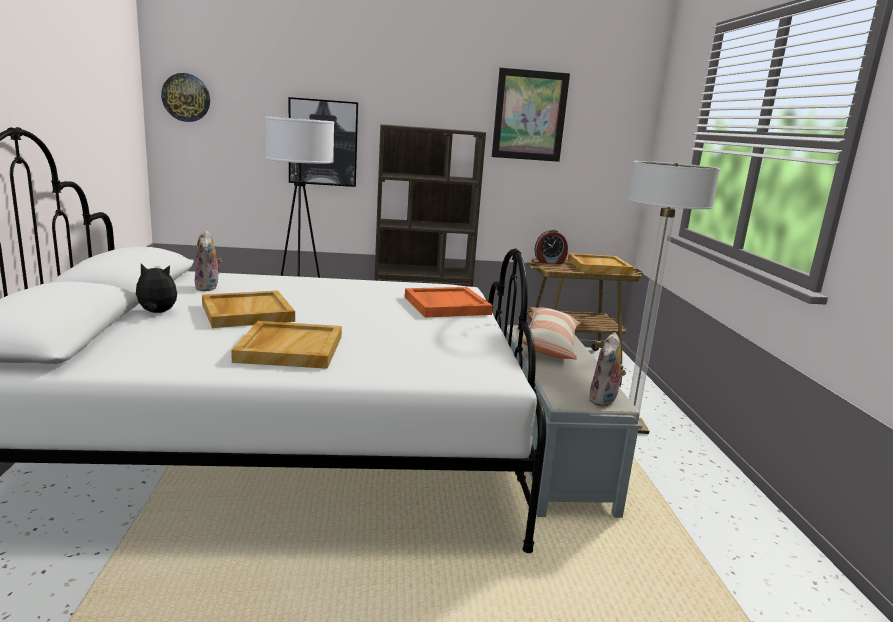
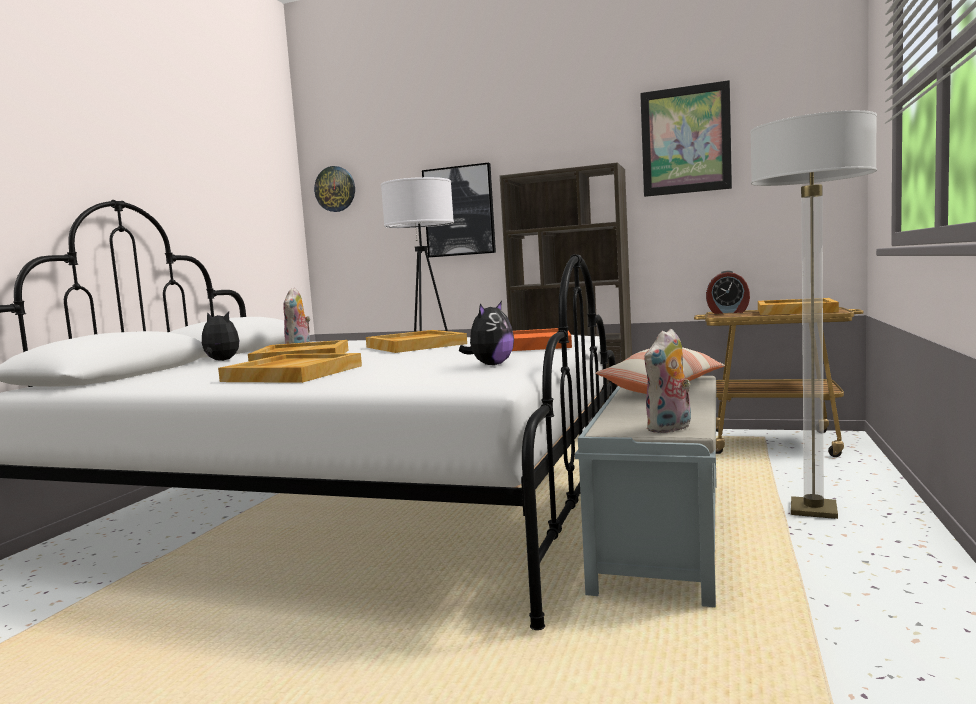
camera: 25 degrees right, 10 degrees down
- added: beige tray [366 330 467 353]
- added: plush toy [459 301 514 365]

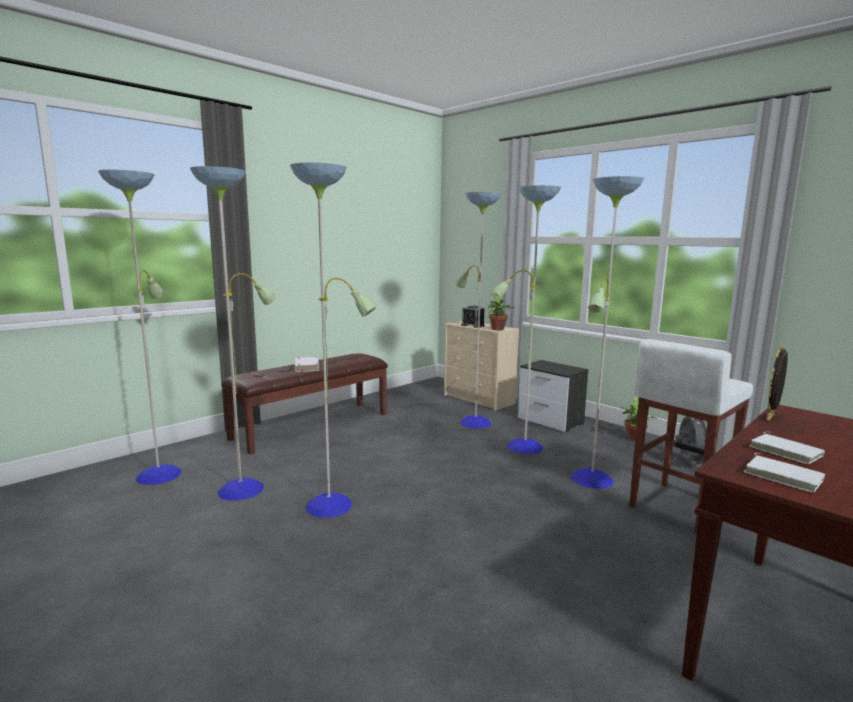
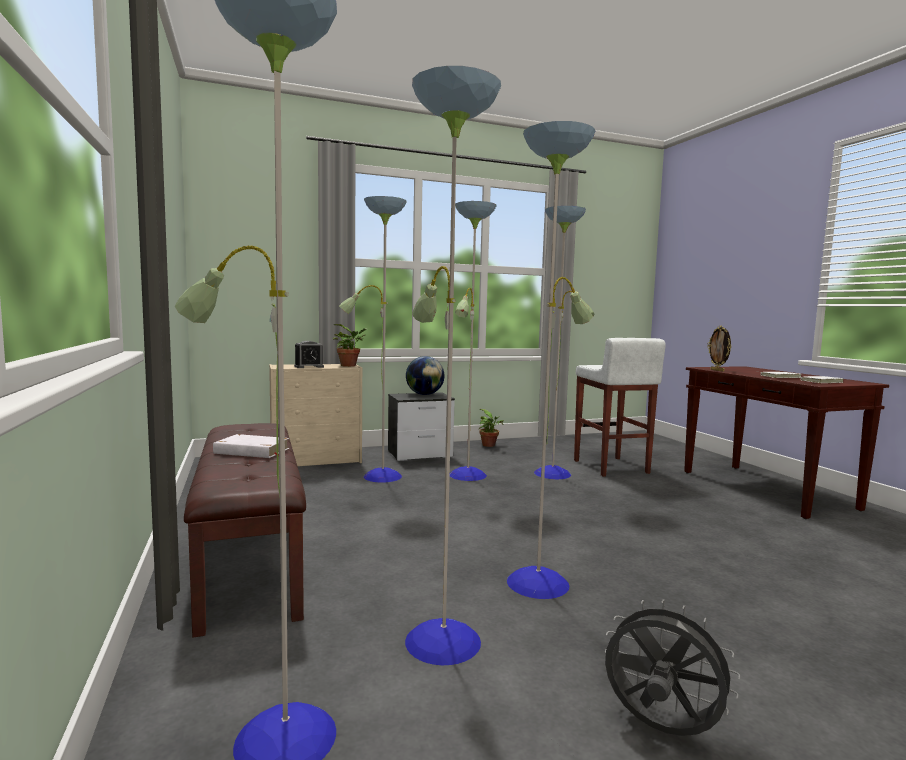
camera: 65 degrees left, 5 degrees down
- added: globe [406 356 445 395]
- moved: grey fan [675 416 707 466] to [605 599 740 736]

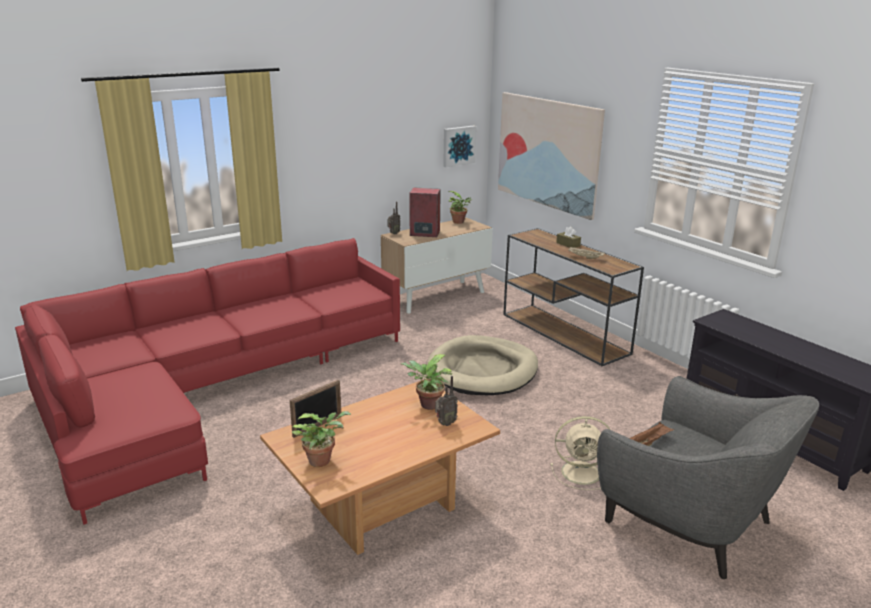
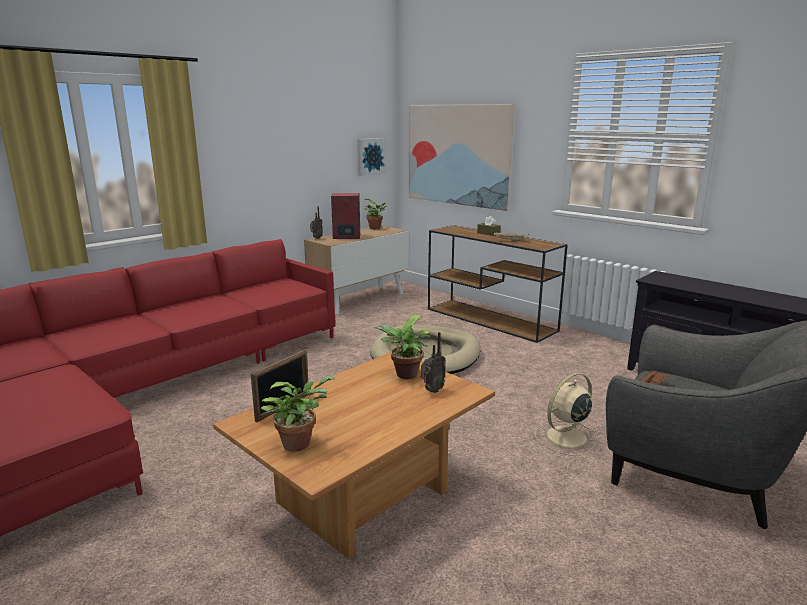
camera: 10 degrees left, 5 degrees down
- turned: beige fan [550 416 611 490] = [535 373 596 456] 150 degrees clockwise

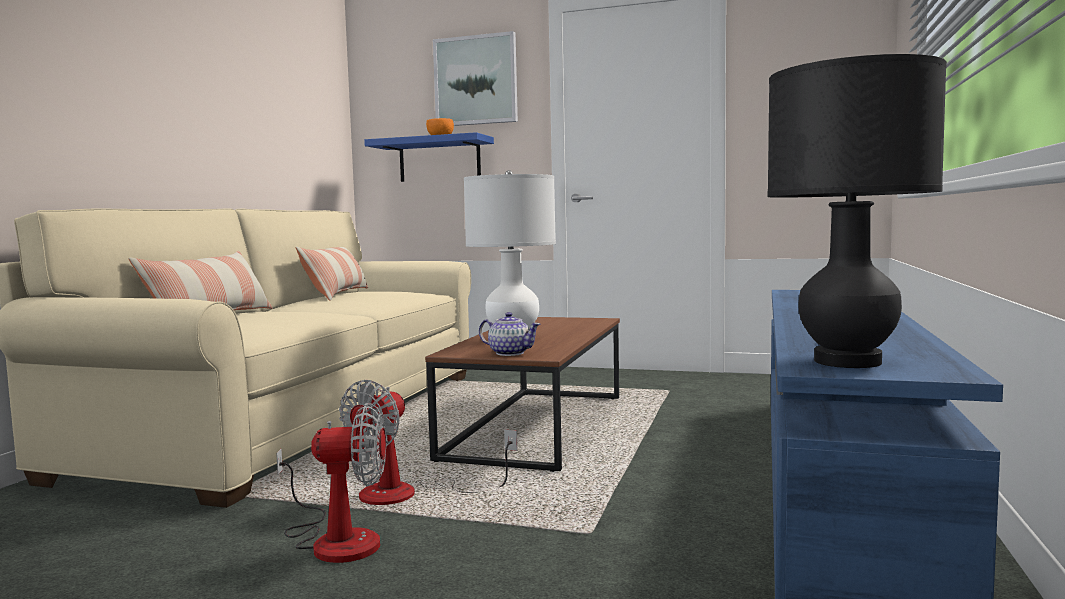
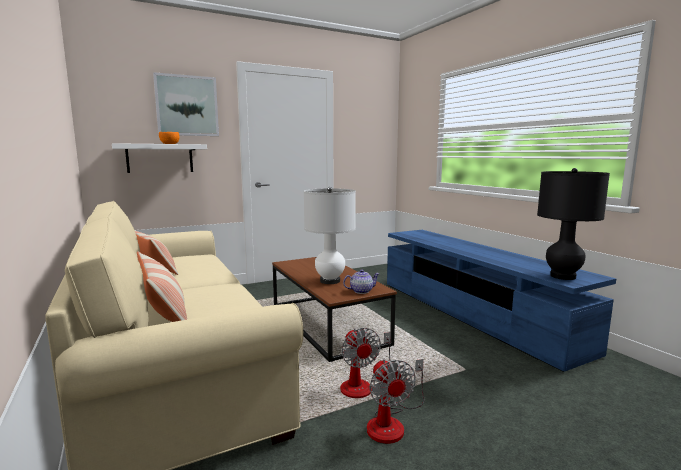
camera: 45 degrees left, 5 degrees up
- recoloured: blue shelf [364 132 494 182] to white shelf [112 143 207 173]
- turned: fan [276 403 386 563] = [367 359 424 444] 120 degrees clockwise

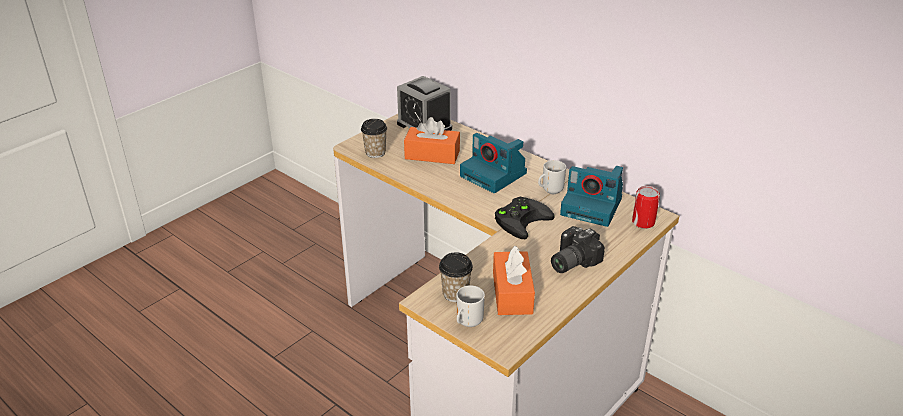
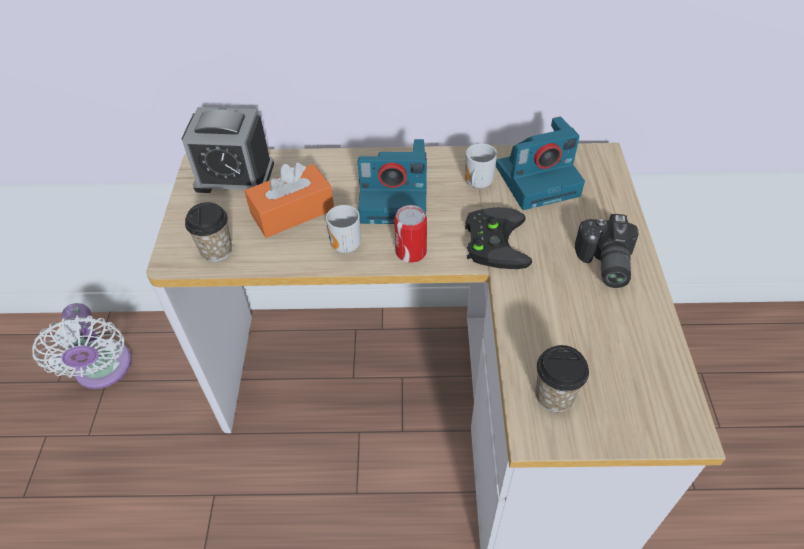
camera: 40 degrees left, 15 degrees up
- removed: orange tissue box [493 246 535 315]
- added: white fan [32 303 132 389]
- moved: mug [456 285 485 327] to [326 205 361 253]
- moved: can [632 186 660 229] to [394 205 427 263]

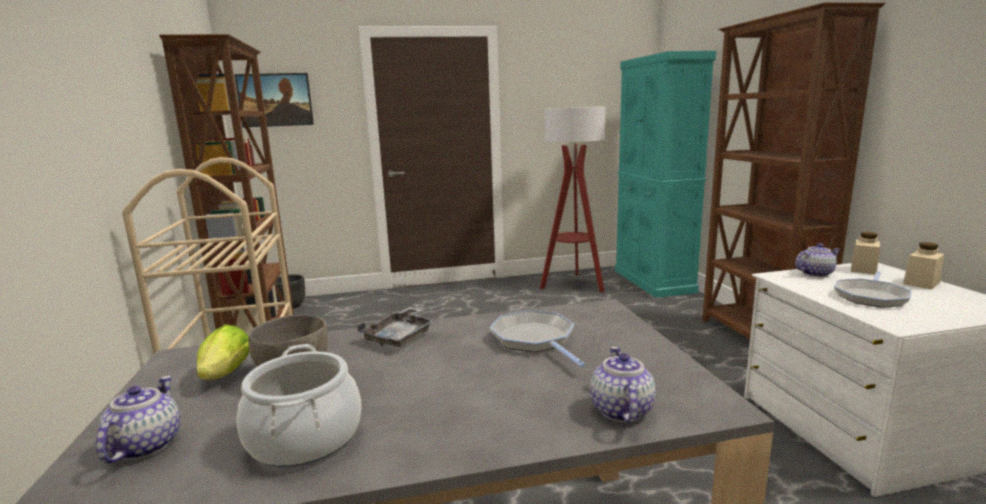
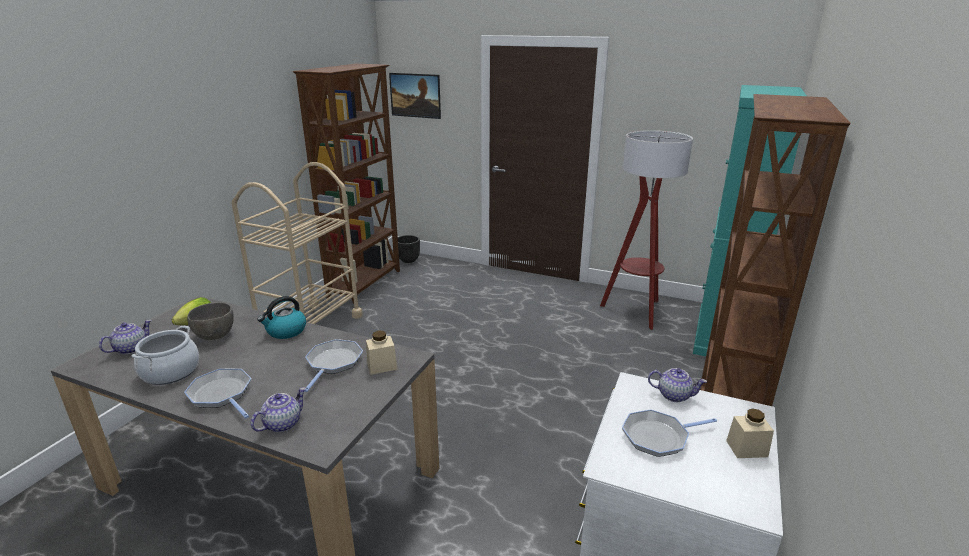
camera: 35 degrees right, 10 degrees up
- added: frying pan [184 369 251 418]
- moved: beige jar [851 232 880 275] to [366 331 398 375]
- replaced: grey tray [357 307 437 347] to kettle [258 296 306 339]

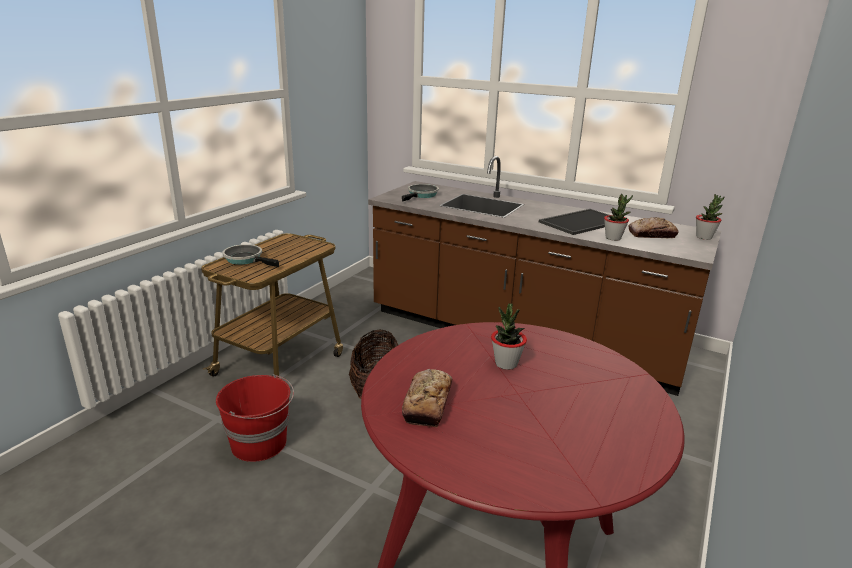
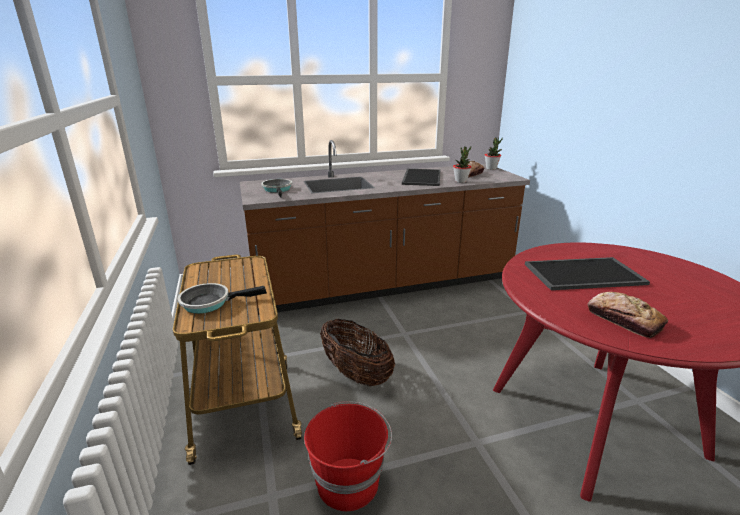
camera: 45 degrees left, 0 degrees up
- replaced: potted plant [491 303 527 370] to tray [525 257 650 290]

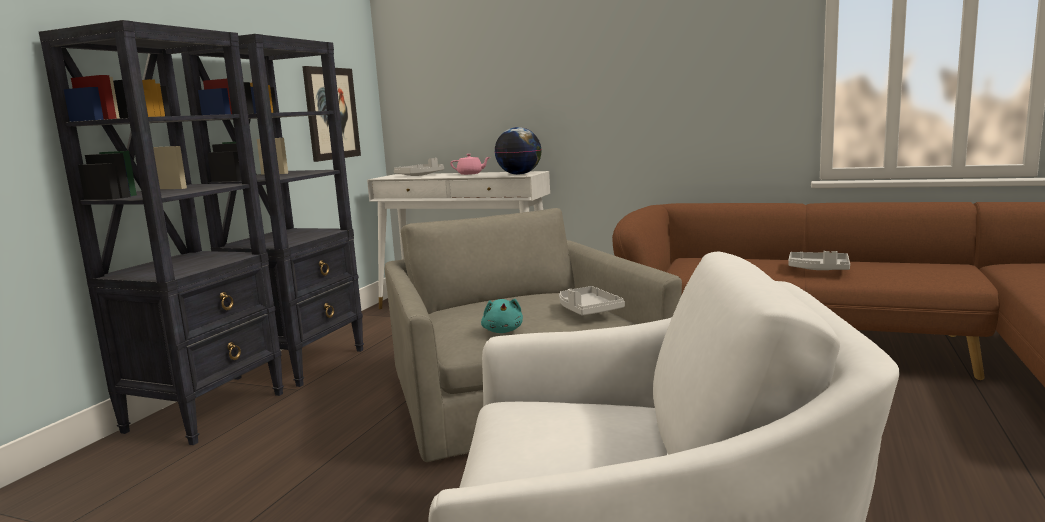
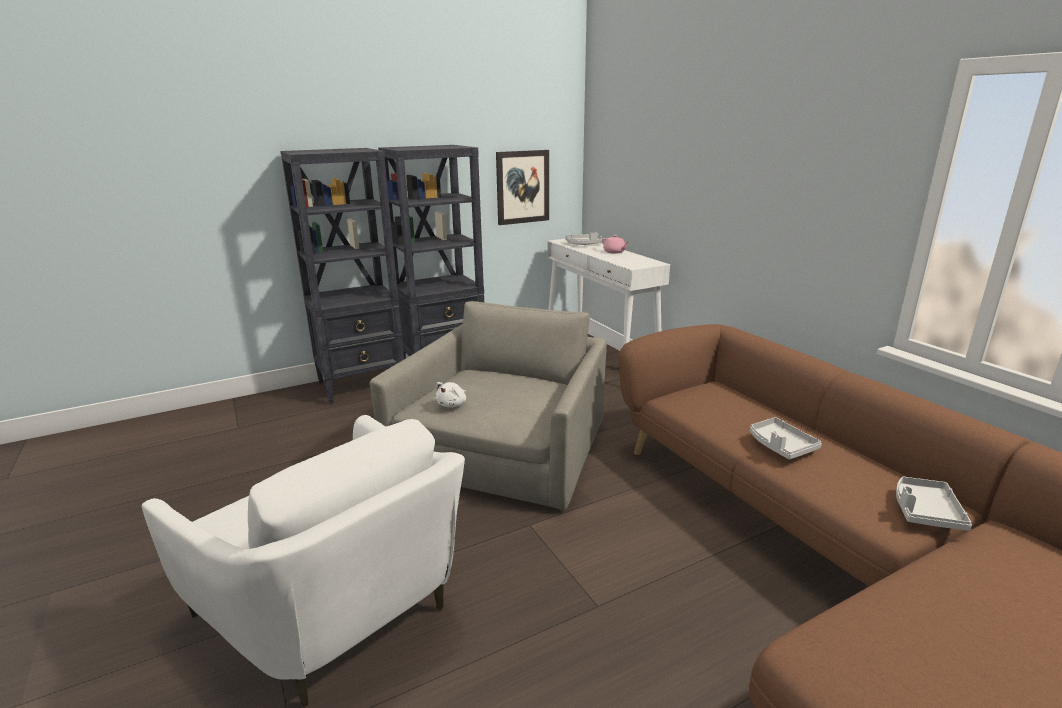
camera: 40 degrees right, 10 degrees up
- removed: globe [494 127 542 175]
- moved: grey tray [559 286 625 315] to [896 477 972 531]
- recoloured: turquoise plush toy [481 299 523 333] to white plush toy [435 382 466 407]

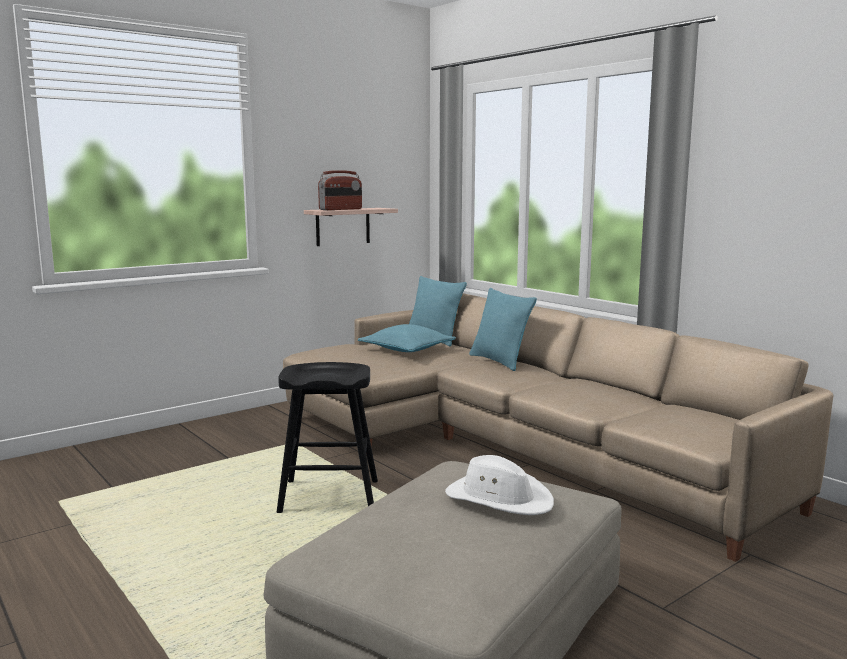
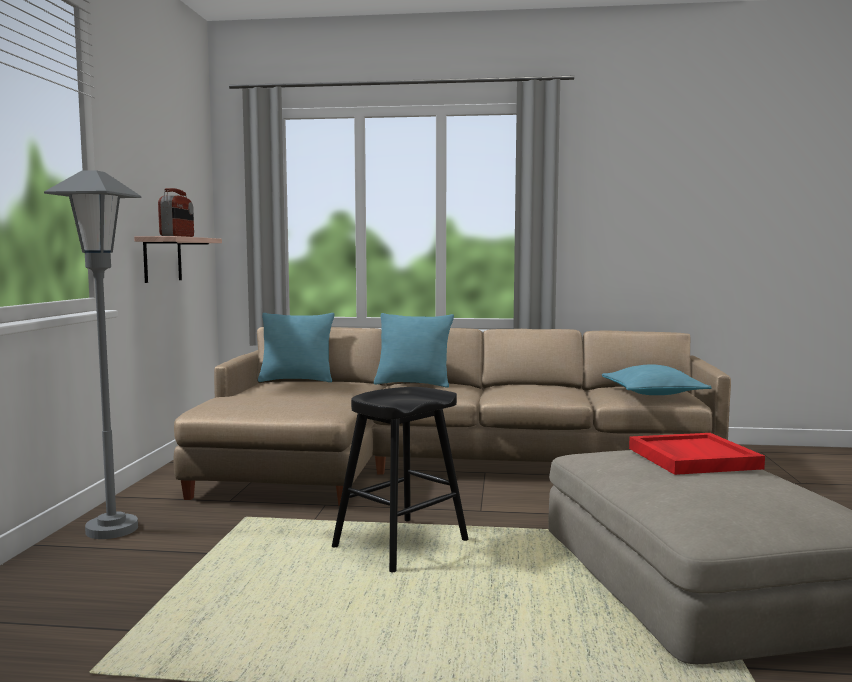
camera: 45 degrees left, 5 degrees down
- added: grey floor lamp [44 170 141 539]
- moved: turquoise pillow [358 324 456 352] to [602 365 712 395]
- replaced: white hat [445 455 554 515] to red tray [629 433 765 475]

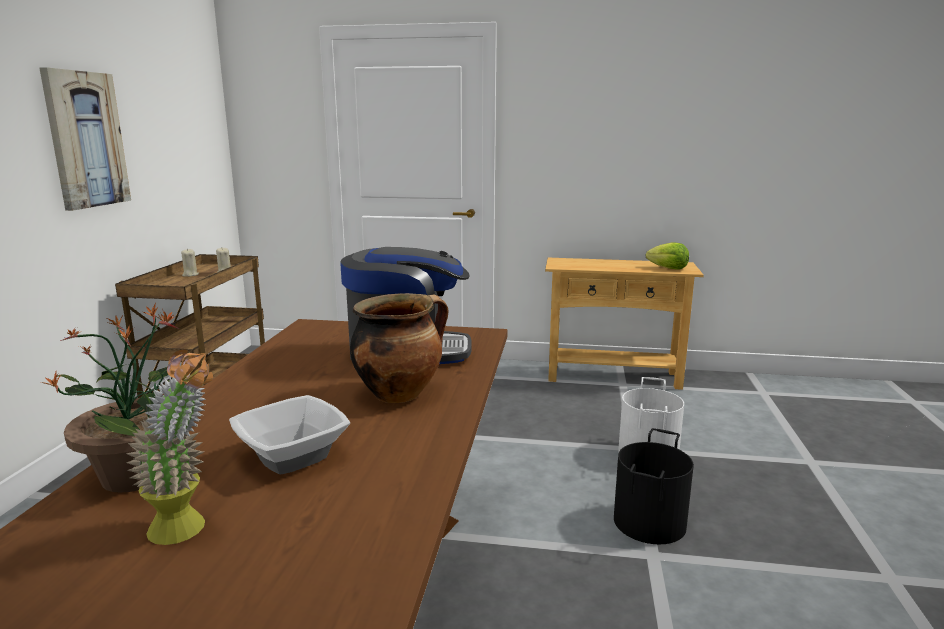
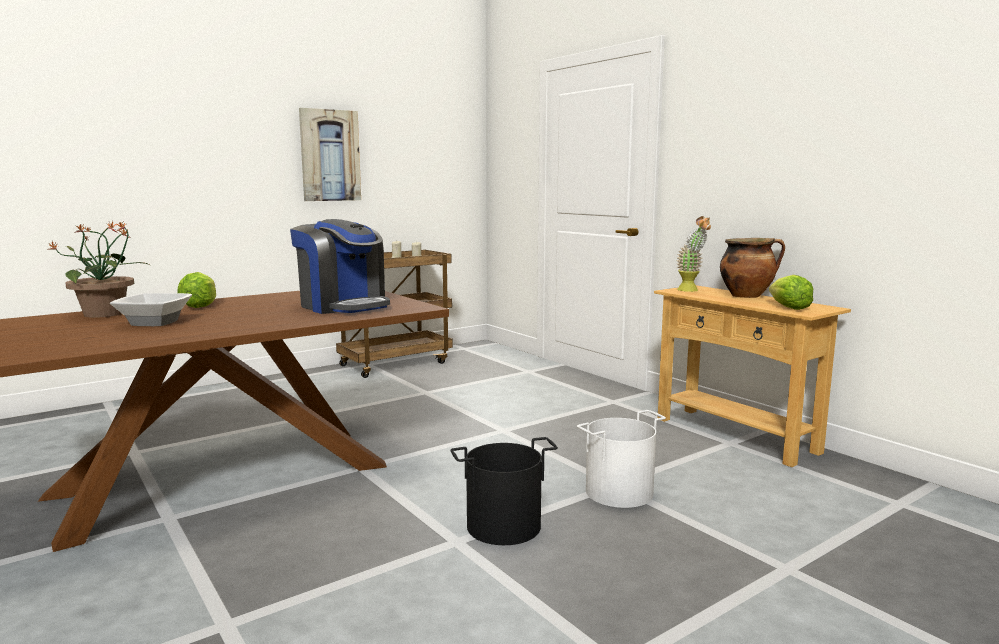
camera: 45 degrees right, 5 degrees down
- added: lettuce [177 272 216 308]
- moved: potted plant [126 349 213 545] to [677 216 711 292]
- moved: cooking pot [350 293 448 403] to [720 238 785 298]

